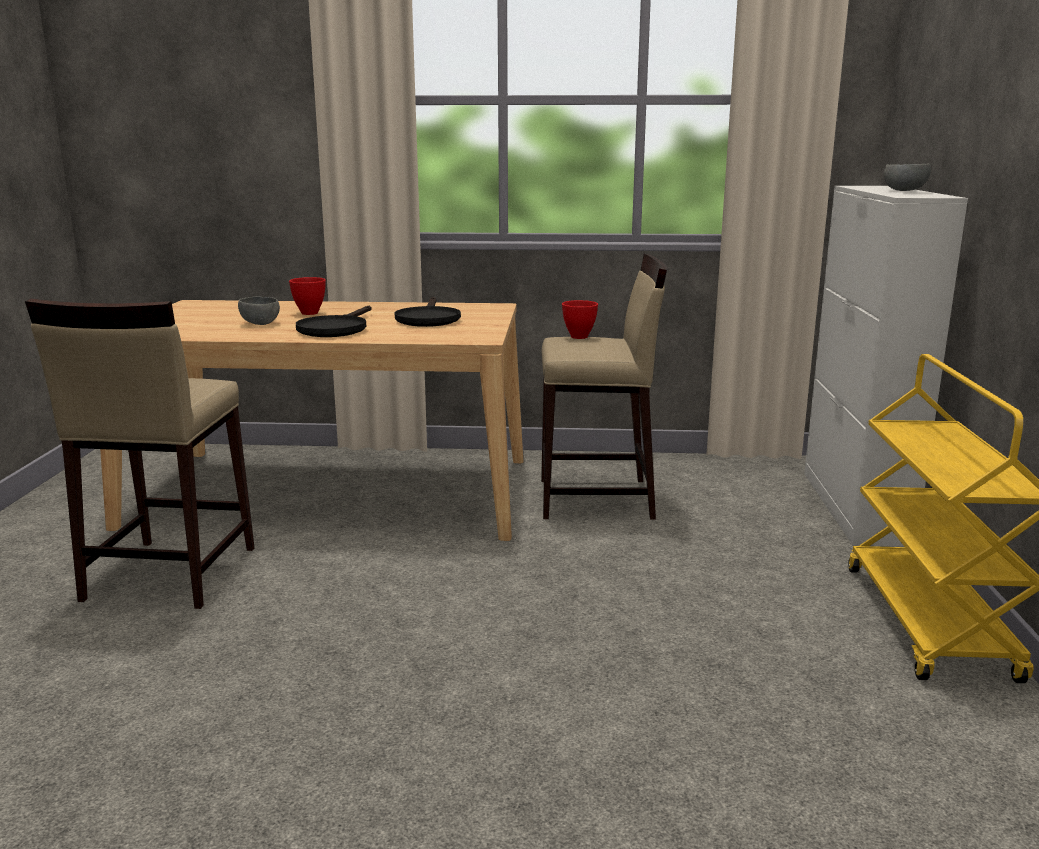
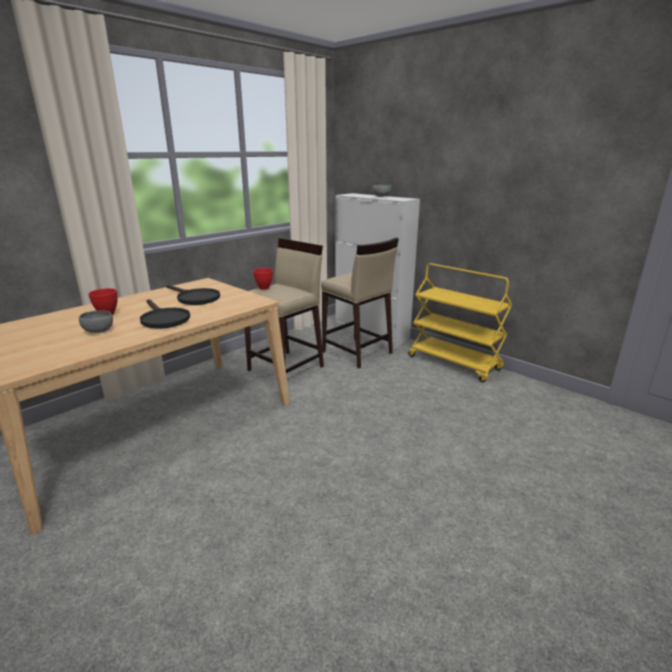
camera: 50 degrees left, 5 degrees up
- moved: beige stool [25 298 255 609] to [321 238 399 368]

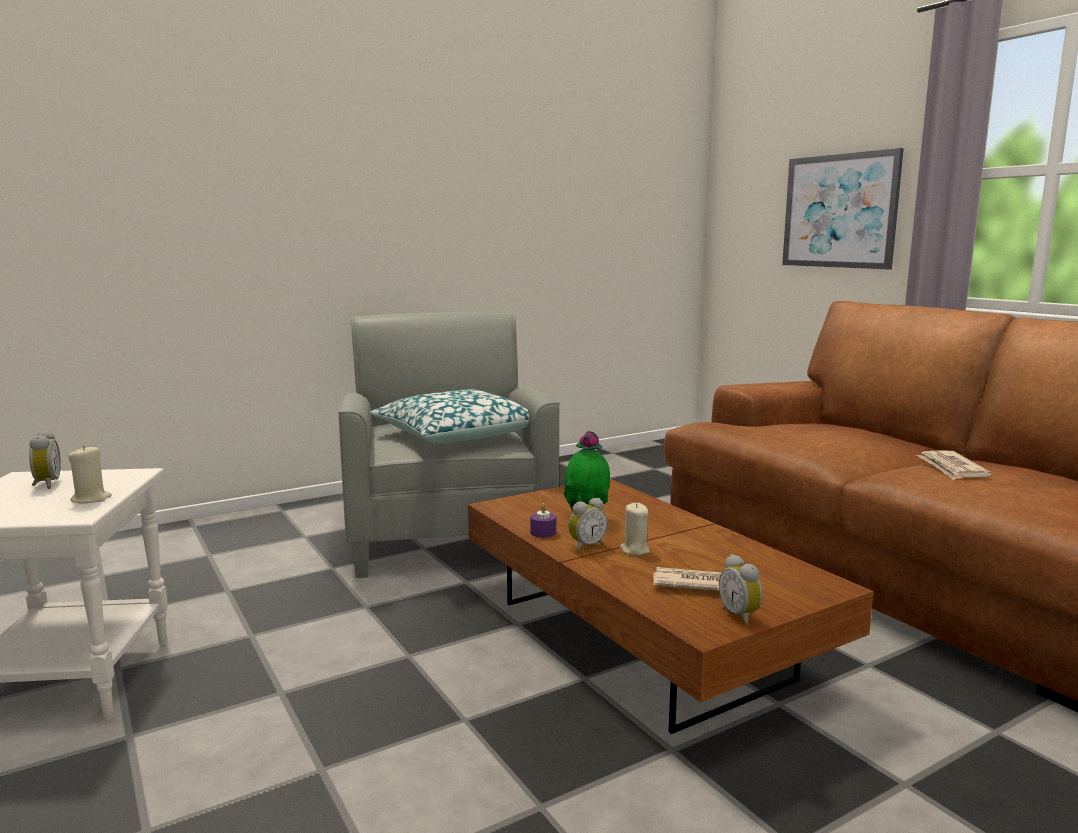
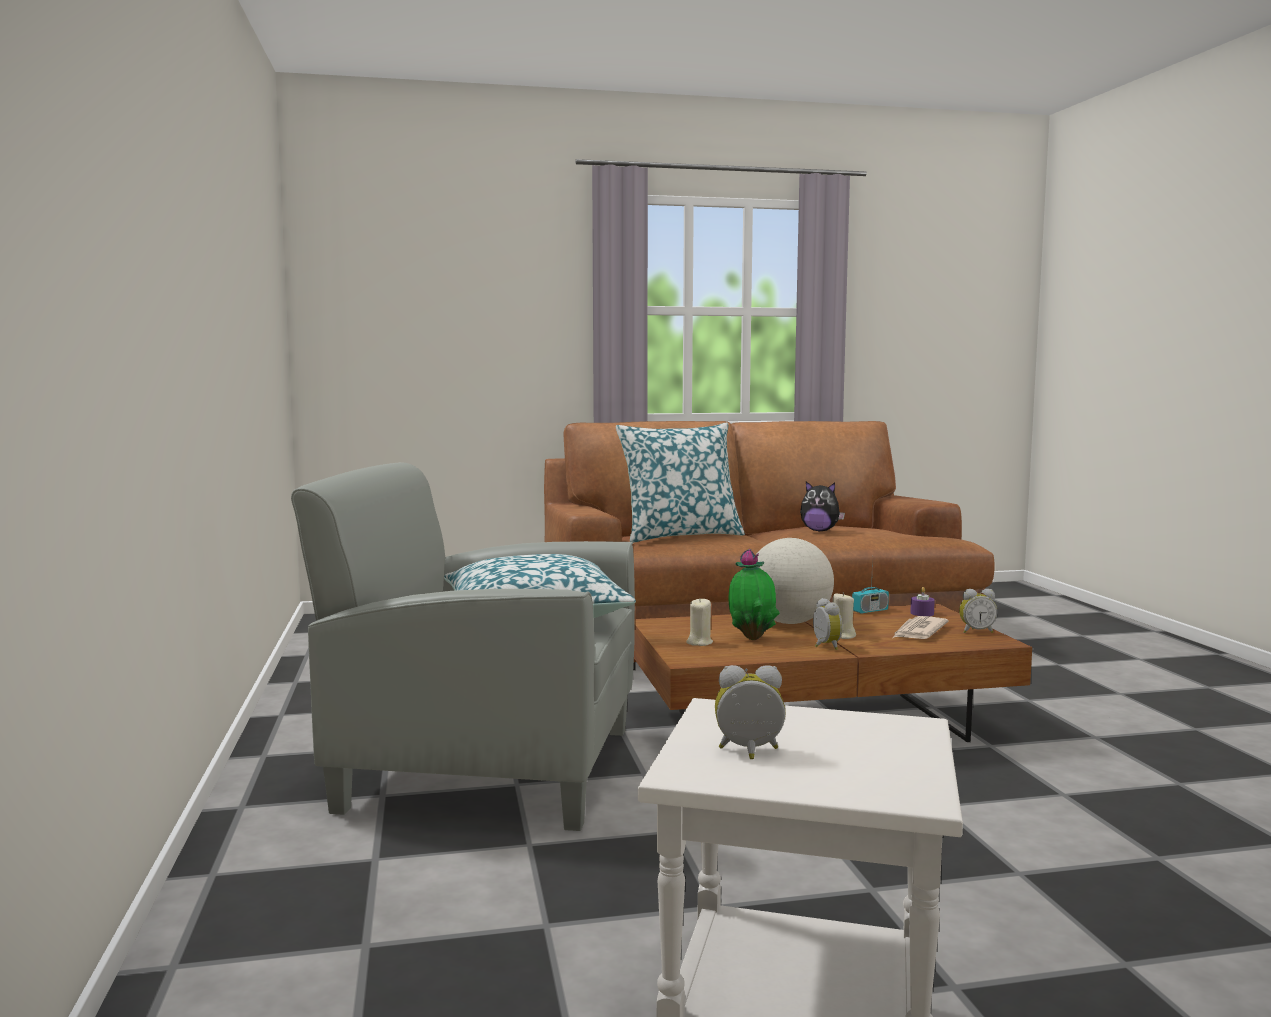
camera: 70 degrees left, 5 degrees down
- removed: picture [782 148 904 269]
- added: pillow [616 423 745 543]
- added: globe [756 538 834 624]
- added: radio [852 556 889 613]
- moved: beige candle [68 445 112 504] to [686 598 713 646]
- moved: purple candle [530 503 556 538] to [910 587 935 616]
- replaced: newspaper [916 450 992 480] to plush toy [800 482 845 531]

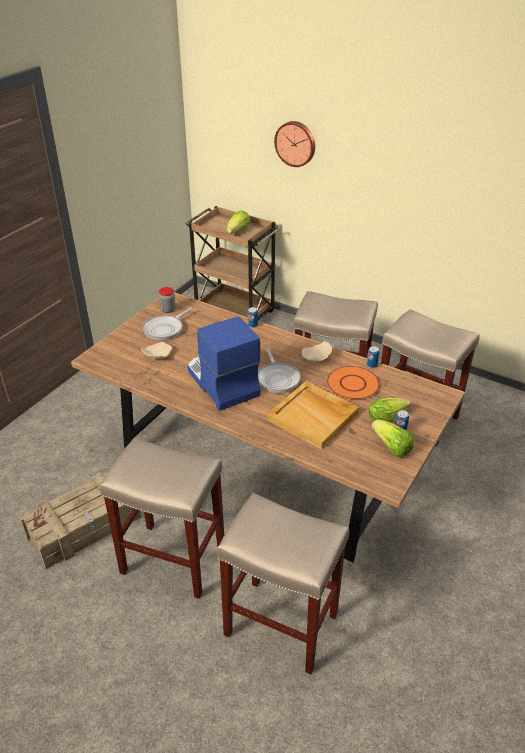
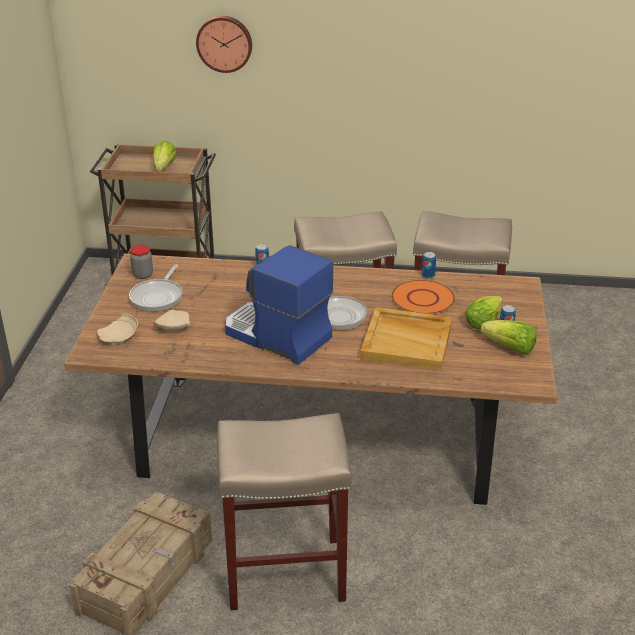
camera: 25 degrees left, 5 degrees down
- removed: beige stool [217 493 349 674]
- moved: beige plate [302 341 332 363] to [97 313 138 345]

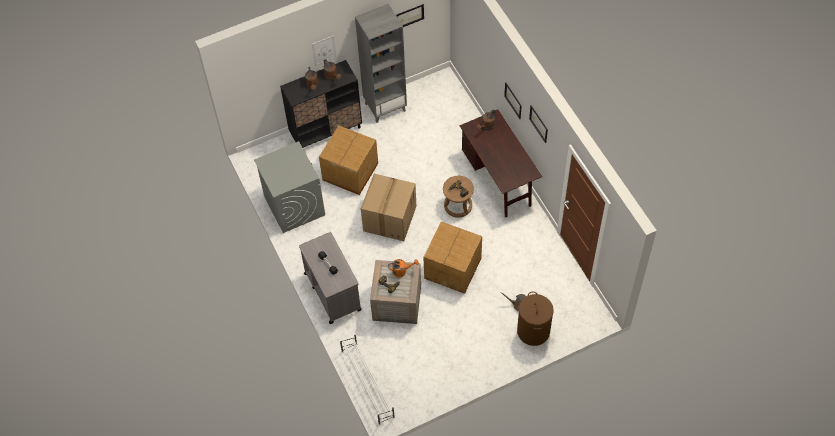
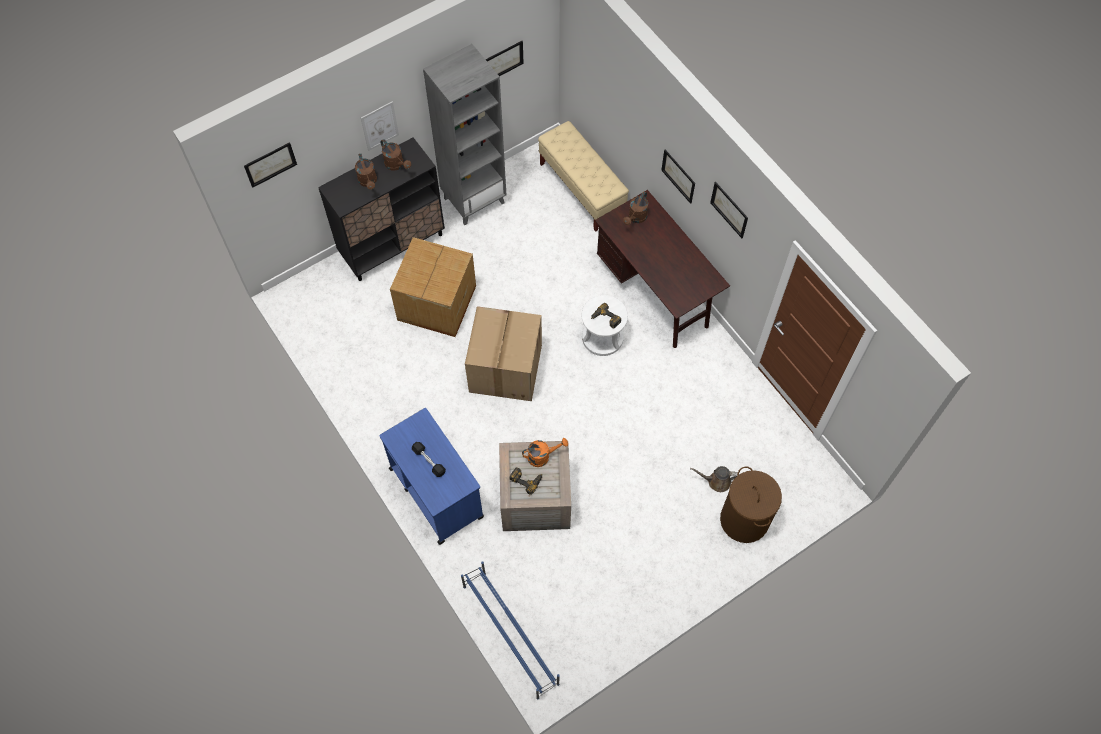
camera: 10 degrees left, 5 degrees up
- removed: grey washing machine [254 141 325 233]
- removed: cardboard box [423 222 482 294]
- added: picture [244 142 297 188]
- added: beige bench [538 121 629 232]
- recoloured: grey cart [299 232 362 324] to blue cart [379 408 484 545]
- recoloured: white shoe rack [340 333 395 425] to blue shoe rack [461 561 560 700]
- recoloured: brown stool [443 176 474 218] to white stool [581 295 628 356]

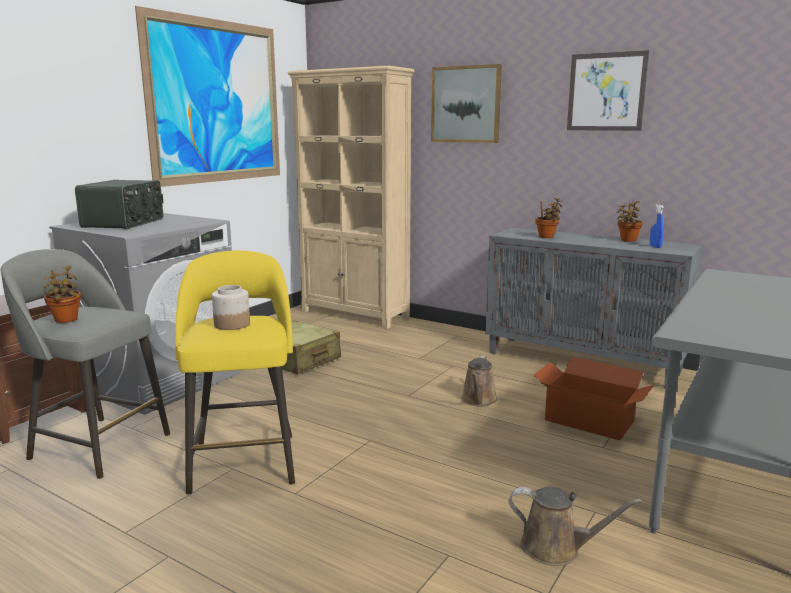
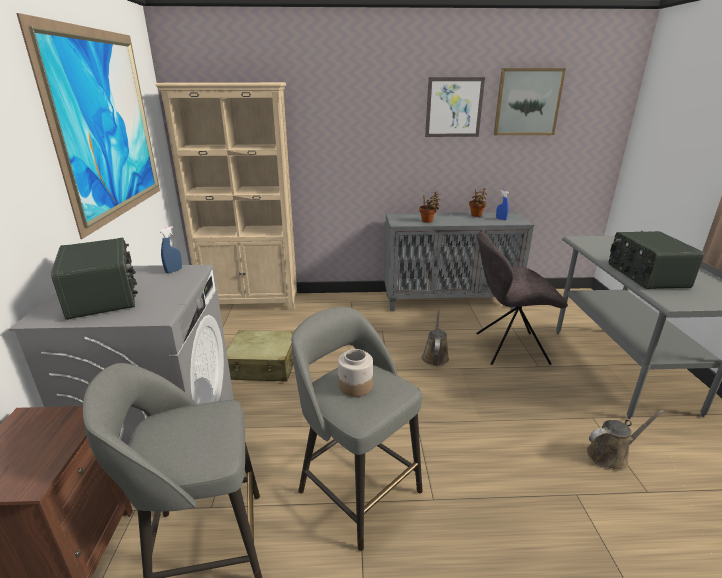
camera: 35 degrees left, 10 degrees up
- removed: potted plant [43 266 81 323]
- added: blue spray bottle [160 226 182 273]
- added: radio [608 231 704 289]
- moved: picture [431 64 502 143] to [494 68 566 135]
- replaced: cardboard box [533 357 654 440] to grey chair [476 232 568 365]
- recoloured: yellow stool [175 250 295 495] to grey stool [291 307 422 551]
- turned: brown watering can [461 356 498 407] = [422 310 449 366] 150 degrees counterclockwise

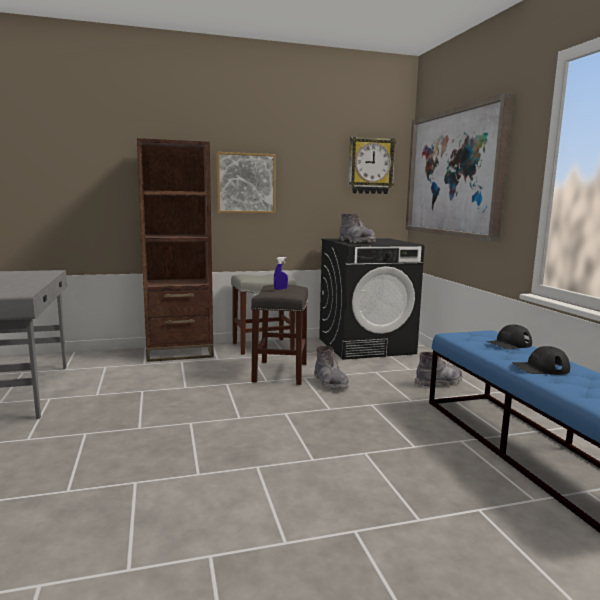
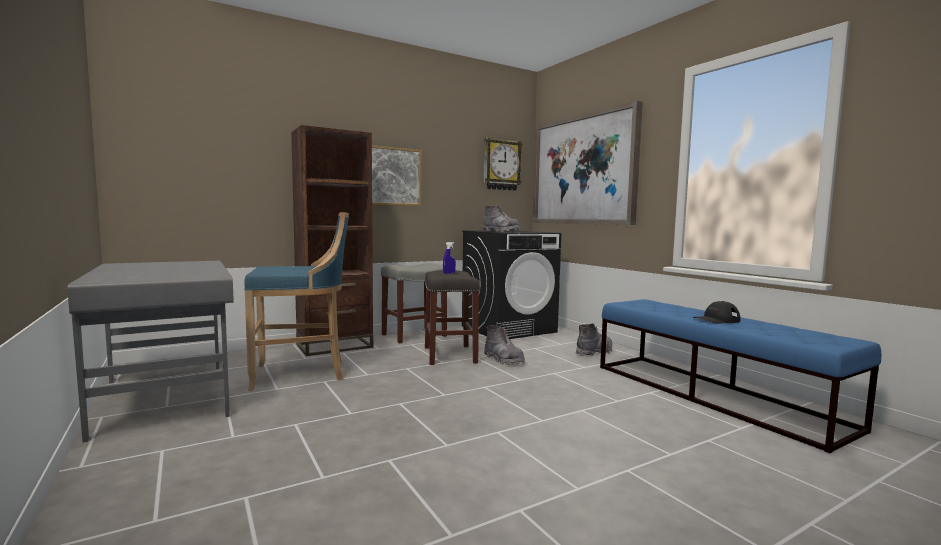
camera: 15 degrees left, 5 degrees down
- removed: black cap [487 325 532 349]
- added: blue stool [244 212 349 391]

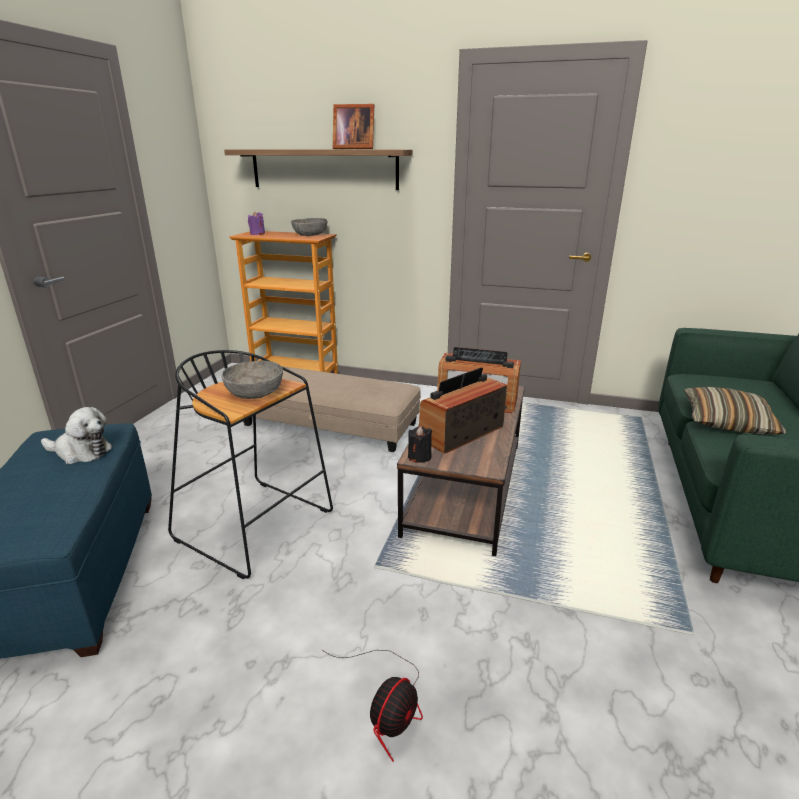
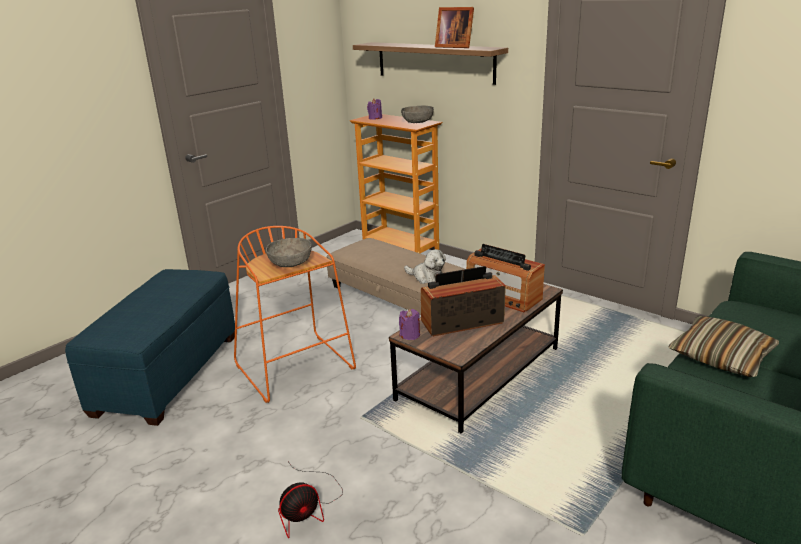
camera: 25 degrees right, 0 degrees up
- moved: plush toy [41 407 113 464] to [404 249 446 284]
- recoloured: black stool [168 350 333 579] to orange stool [234 226 356 403]
- recoloured: black candle [408 426 432 463] to purple candle [399 309 420 340]

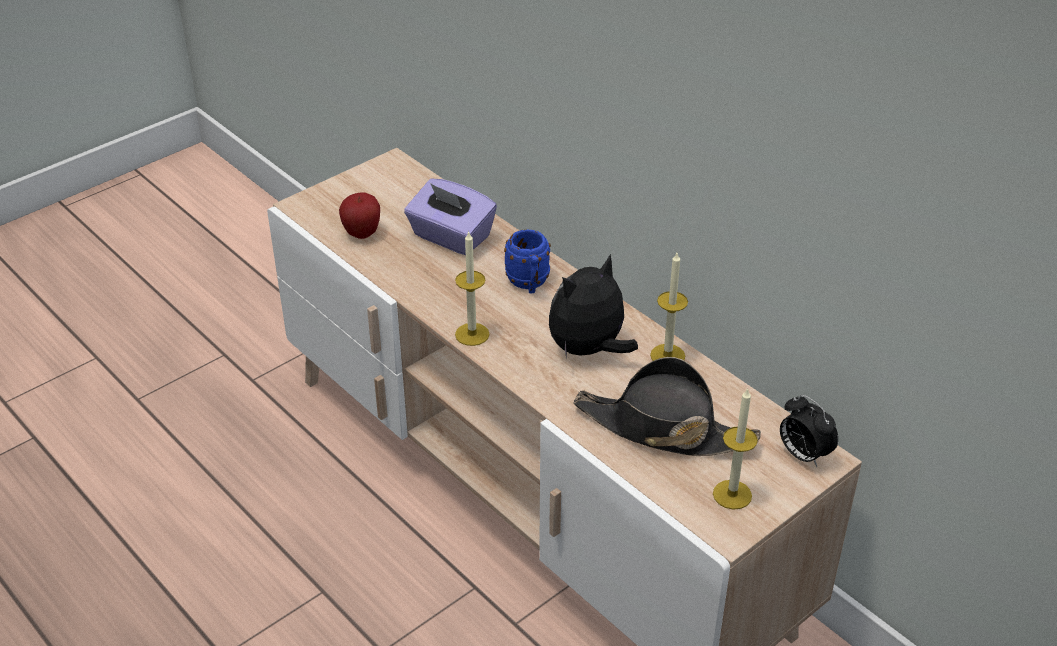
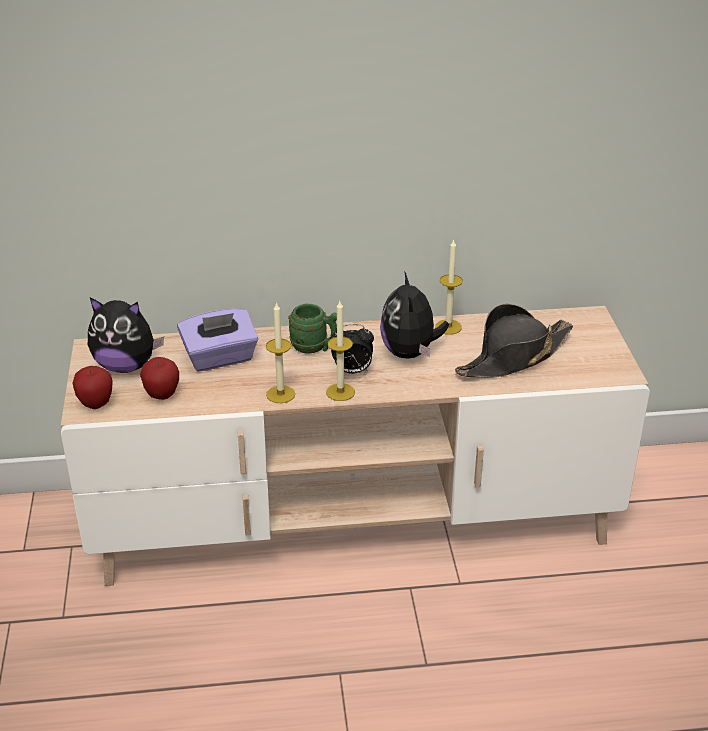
camera: 55 degrees left, 5 degrees down
- added: apple [72 366 112 409]
- added: plush toy [88 297 164 373]
- moved: candle [713 388 758 510] to [266 302 295 403]
- moved: alarm clock [780 395 838 467] to [331 324 374 374]
- recoloured: blue mug [504 230 551 293] to green mug [288 304 337 353]

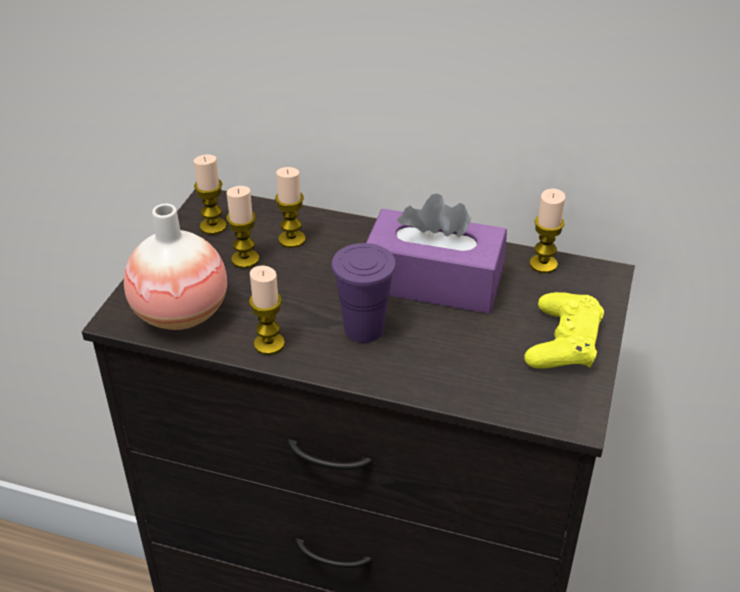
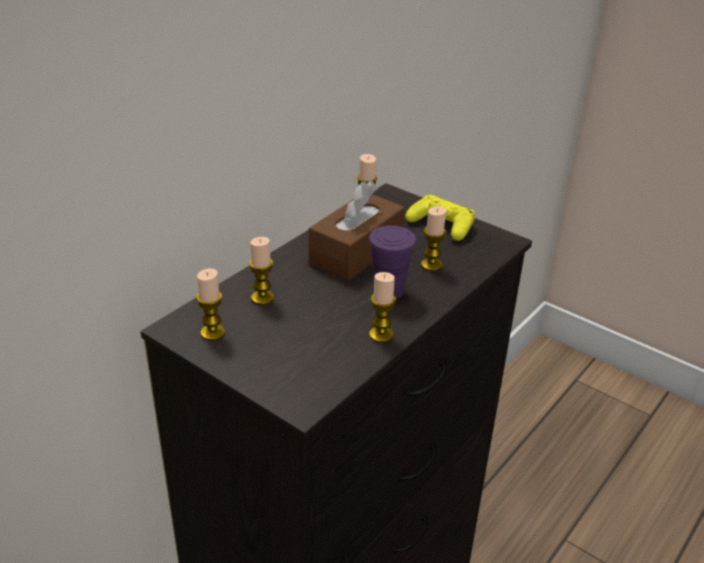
camera: 70 degrees left, 5 degrees down
- removed: vase [124 204 227 330]
- moved: candle [226 186 259 268] to [421 206 446 271]
- recoloured: purple tissue box [366 193 507 314] to brown tissue box [309 181 405 281]

